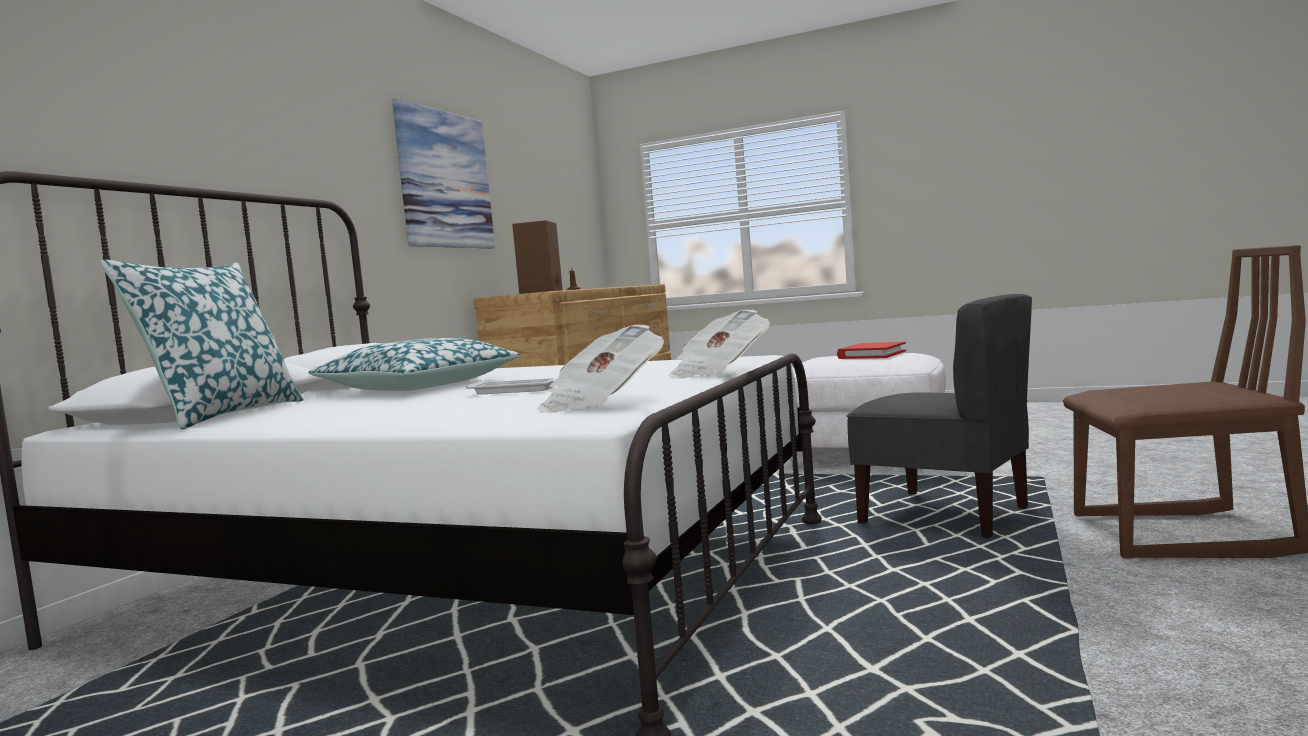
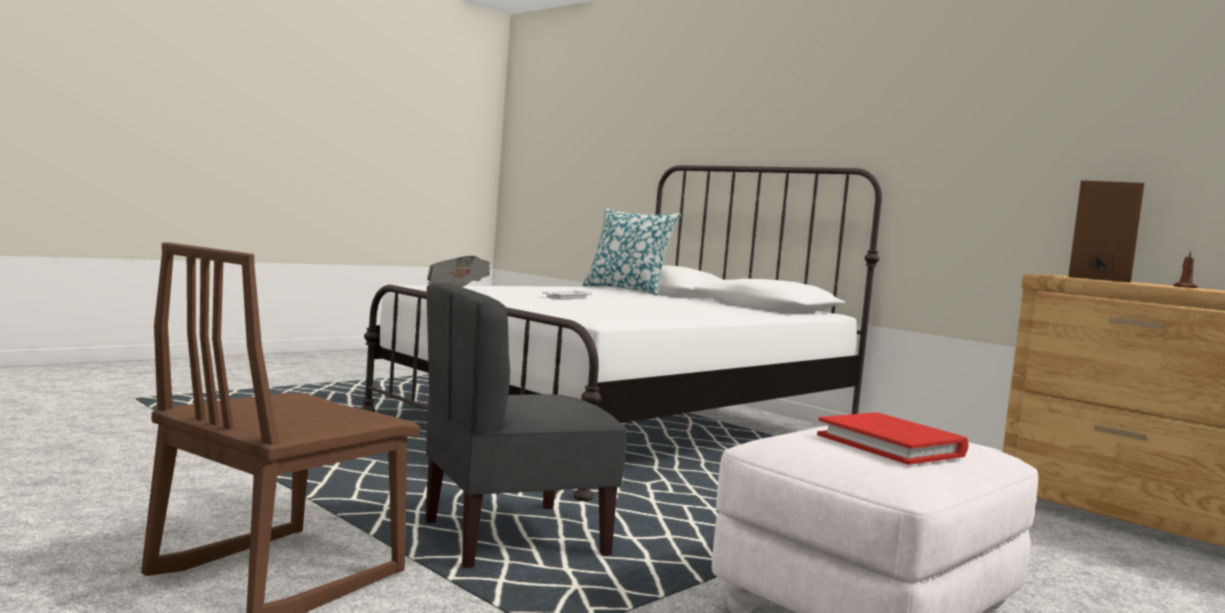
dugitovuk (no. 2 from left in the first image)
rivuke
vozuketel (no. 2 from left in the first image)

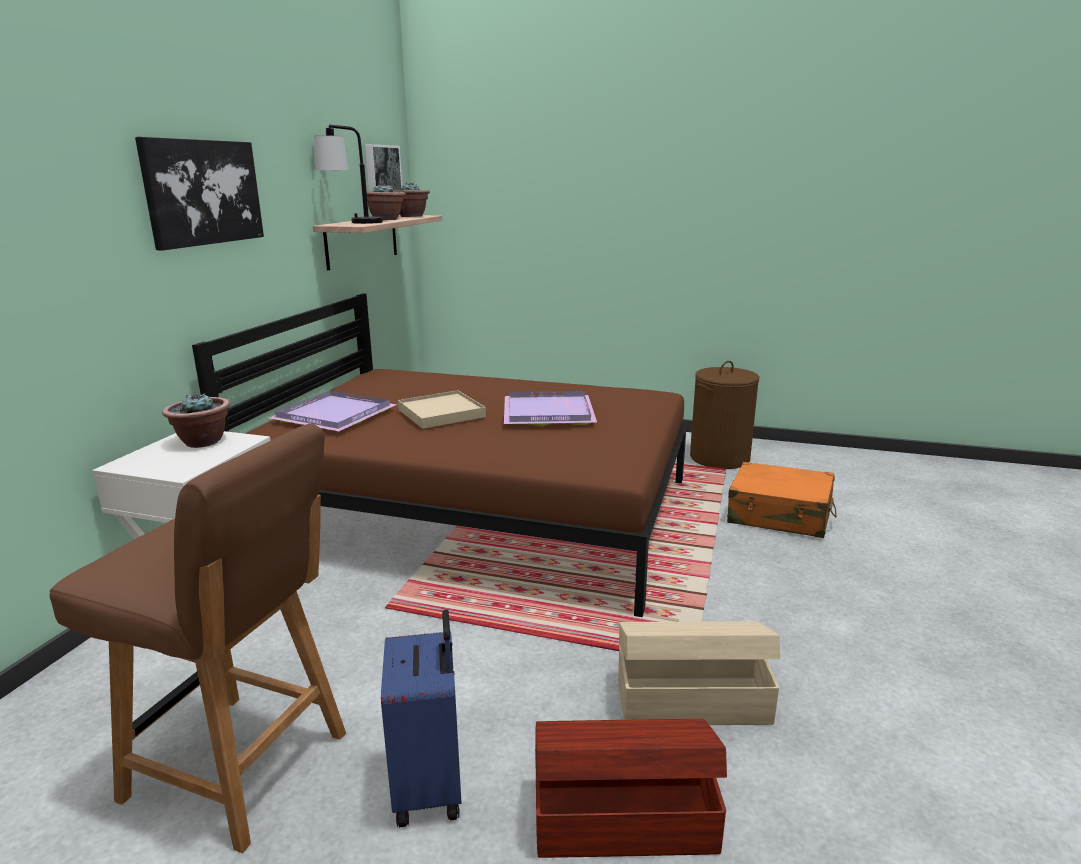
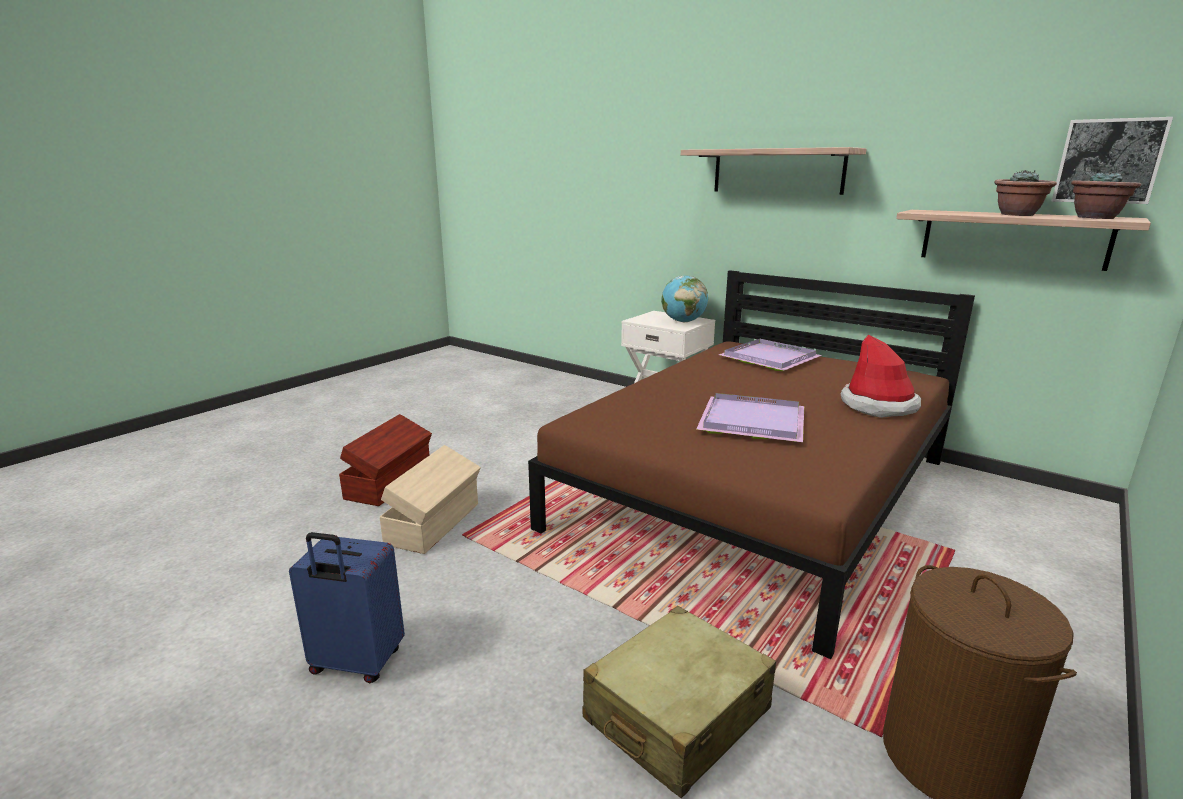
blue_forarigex
beige_forarigex
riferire
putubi (no. 1 from left)
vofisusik
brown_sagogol
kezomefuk
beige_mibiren

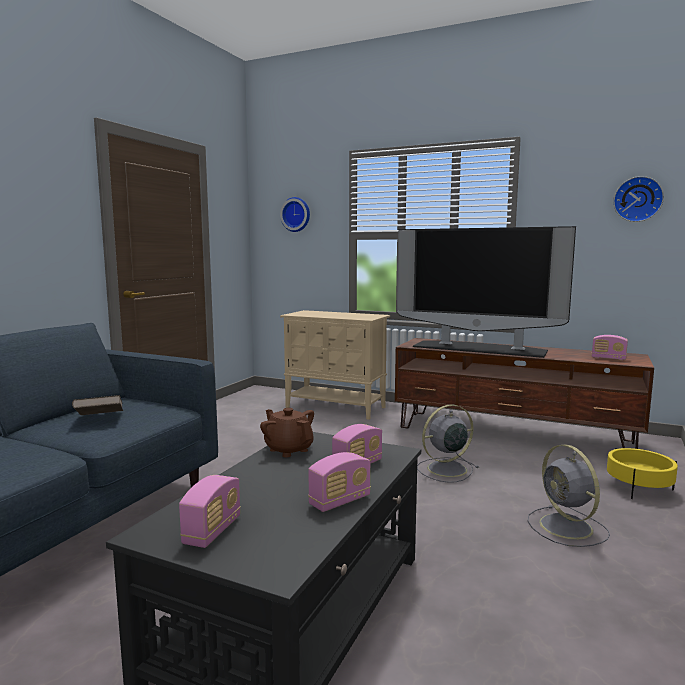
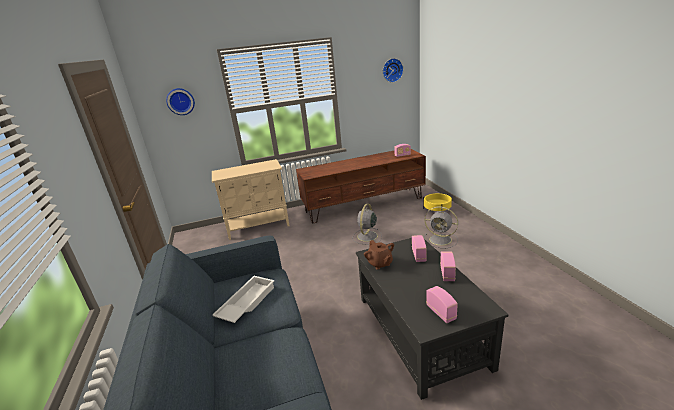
white_mibiren
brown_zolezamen
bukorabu

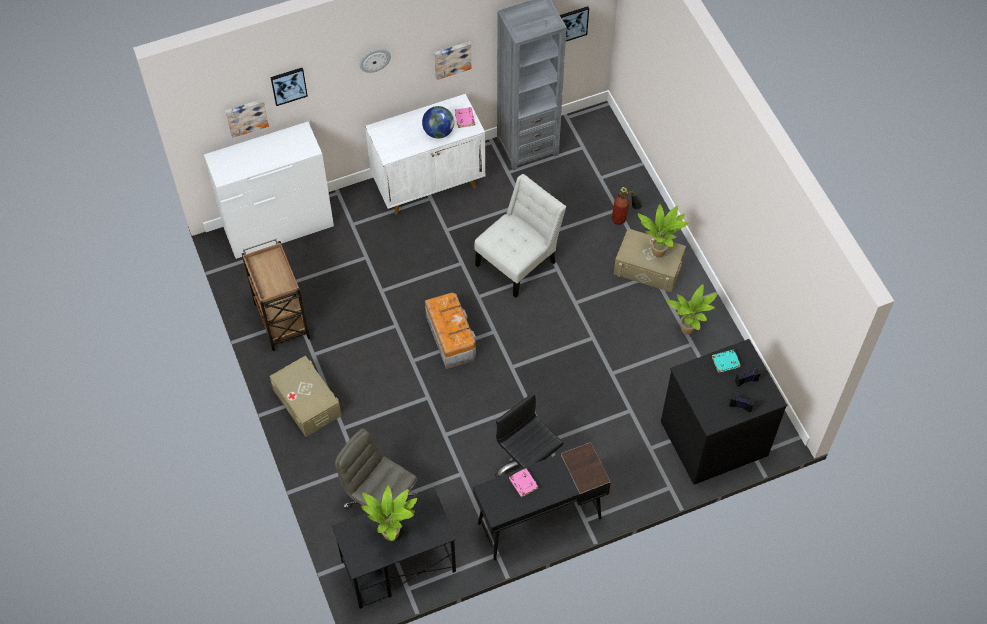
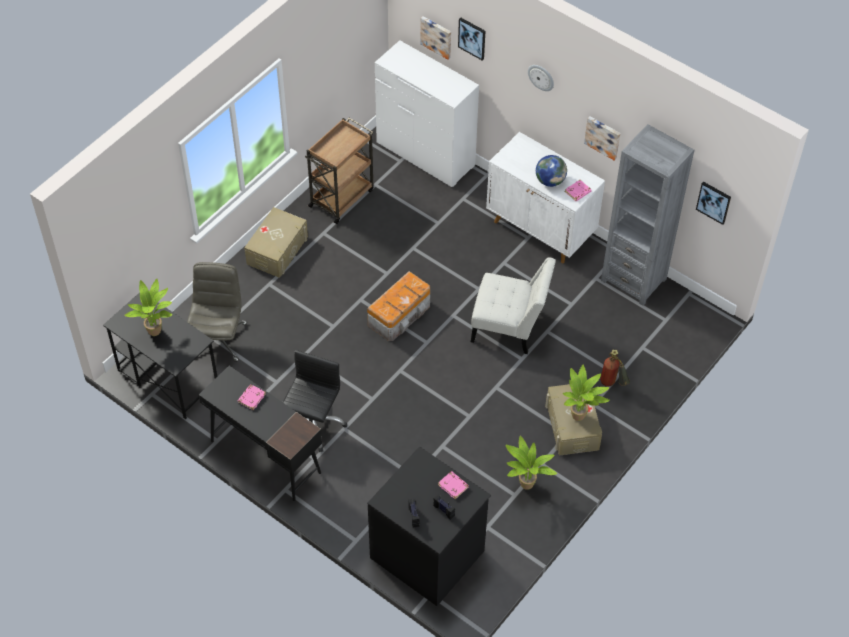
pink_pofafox (no. 2 from left)

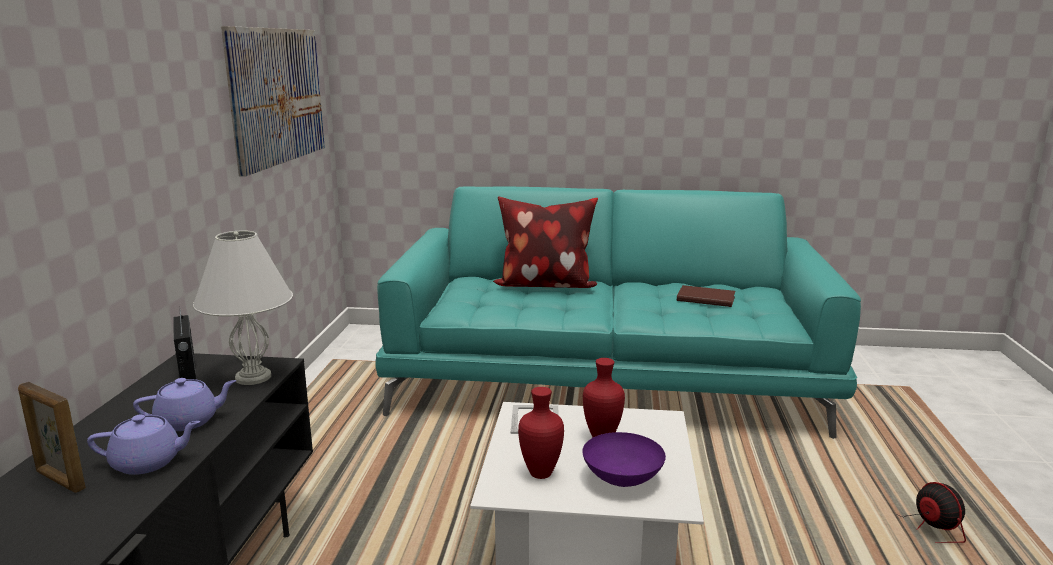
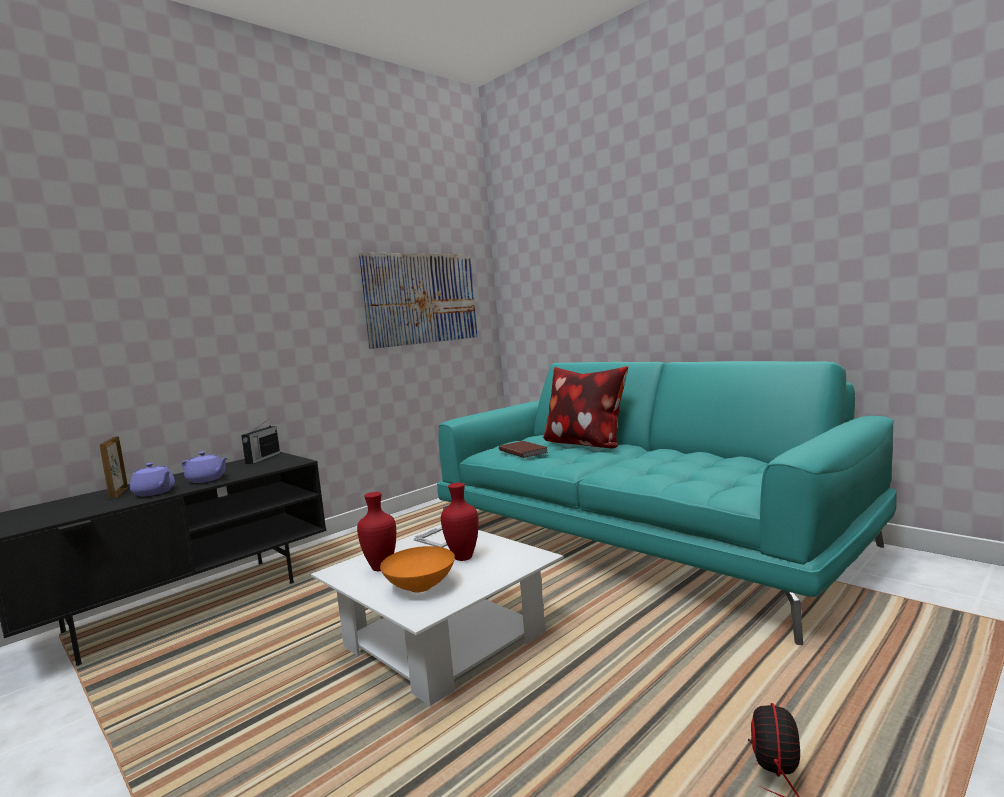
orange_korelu
brown_pofafox
white_kezomefuk

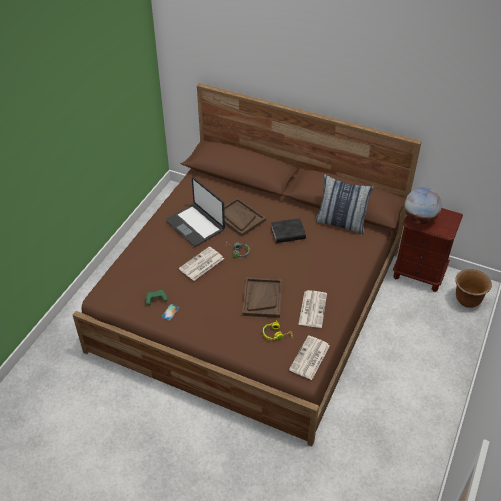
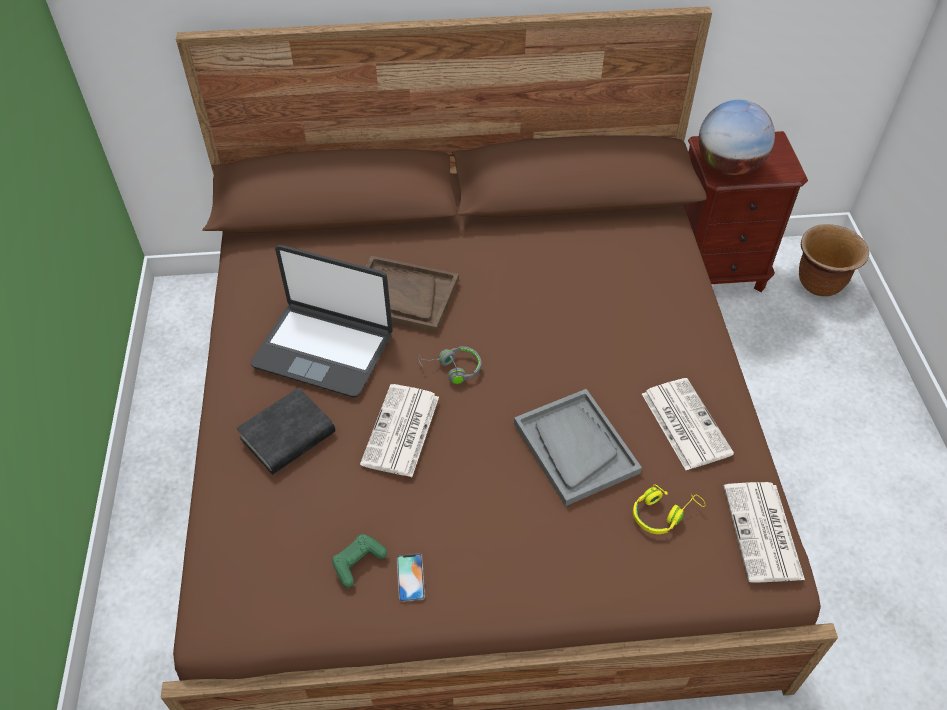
black_pofafox
grey_mibiren
dugitovuk

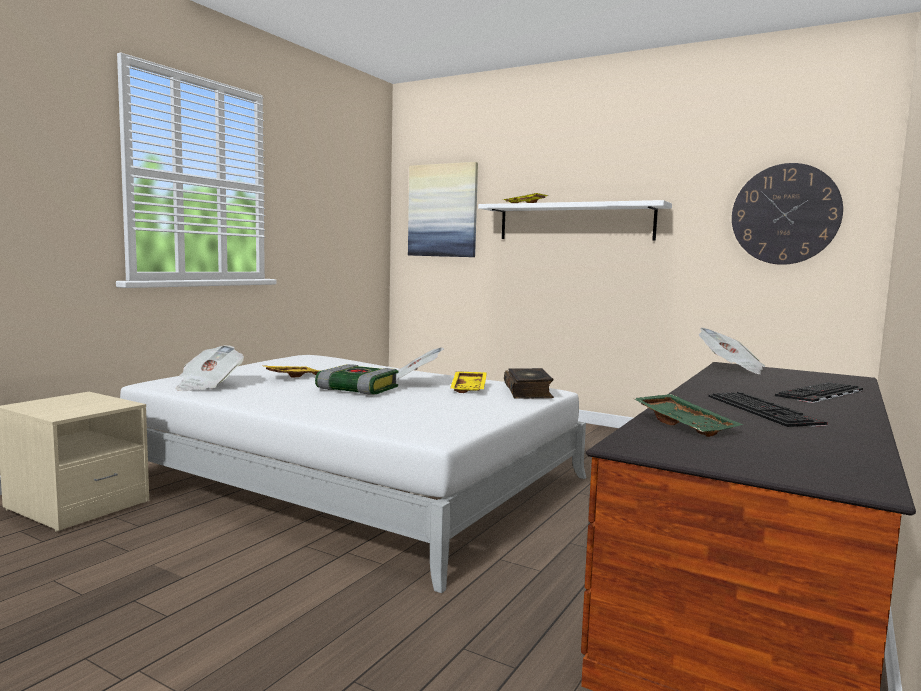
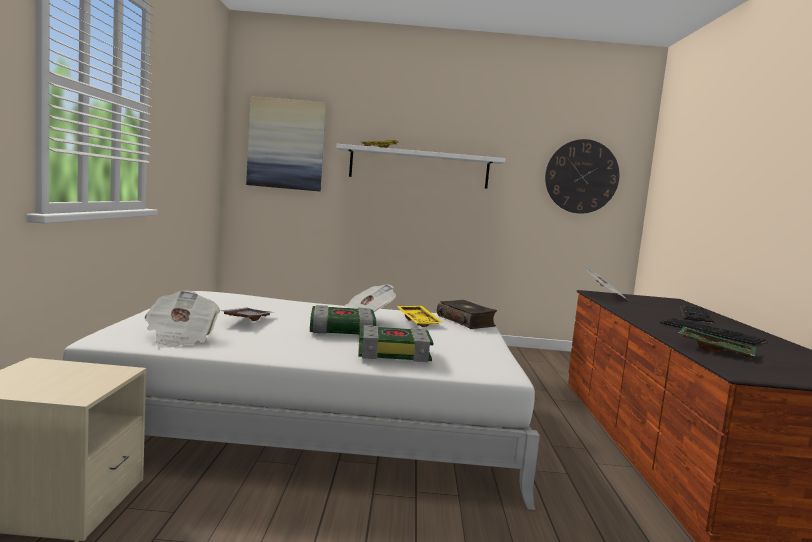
grey_mibiren
pofafox (no. 2 from left)

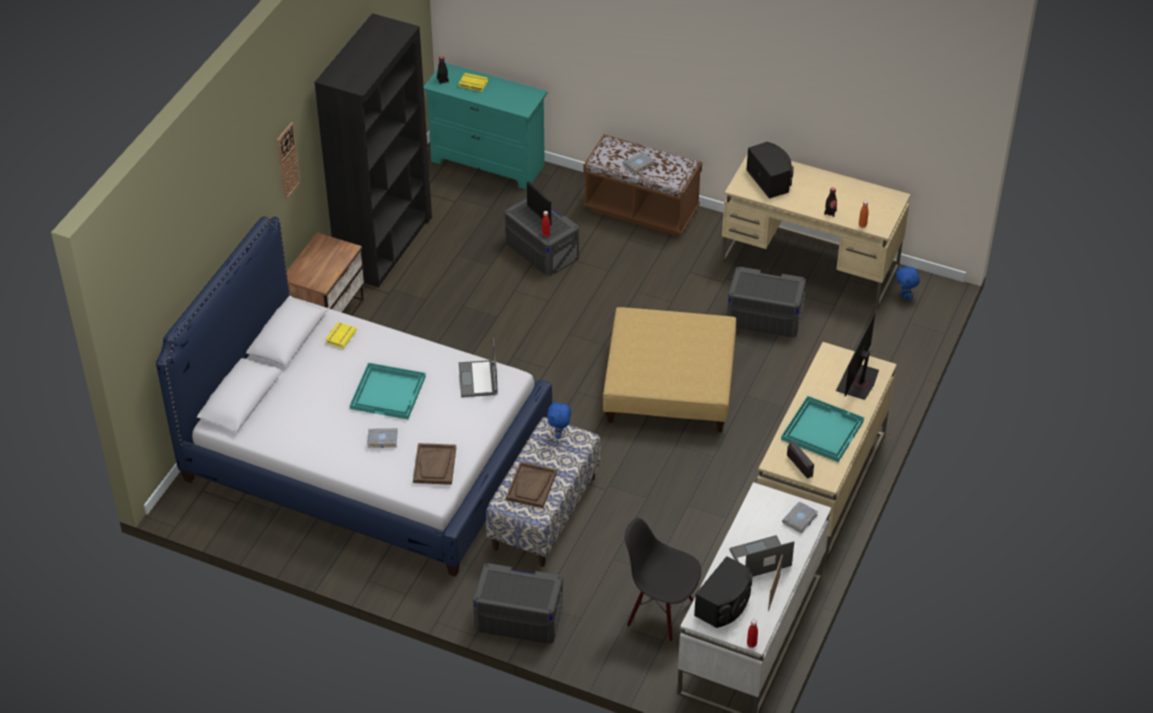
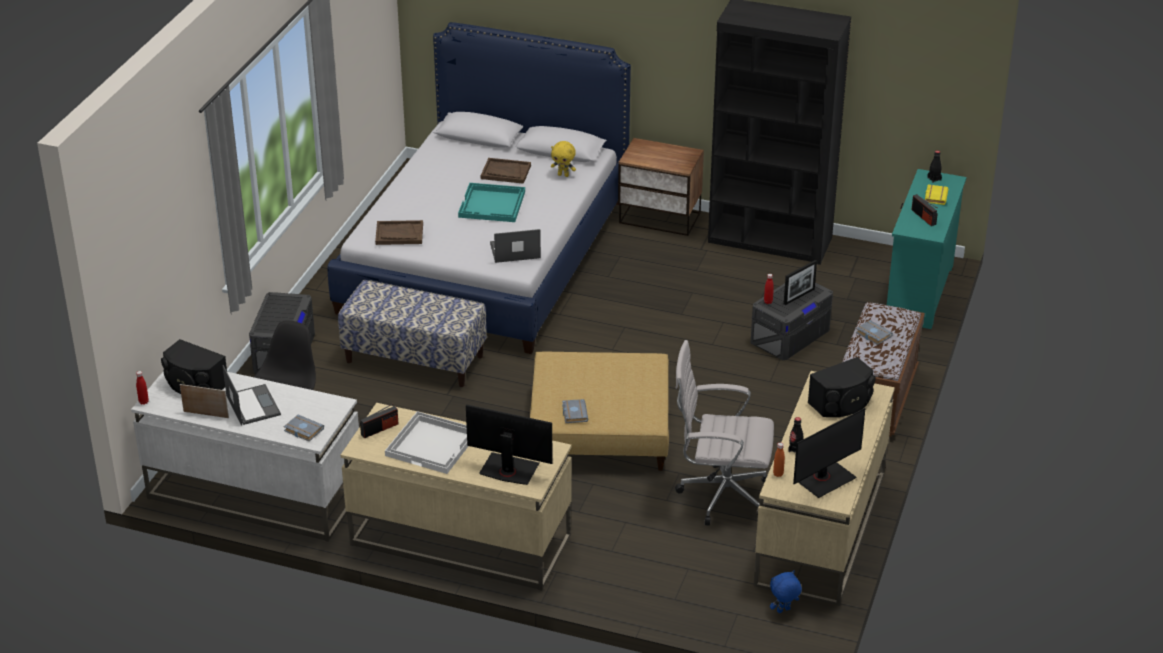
white_mibiren
brown_mibiren (no. 2 from left)
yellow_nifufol
grey_pofafox (no. 2 from left)
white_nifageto
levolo (no. 2 from left)
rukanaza (no. 2 from left)
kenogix
blue_nifufol (no. 1 from left in the first image)

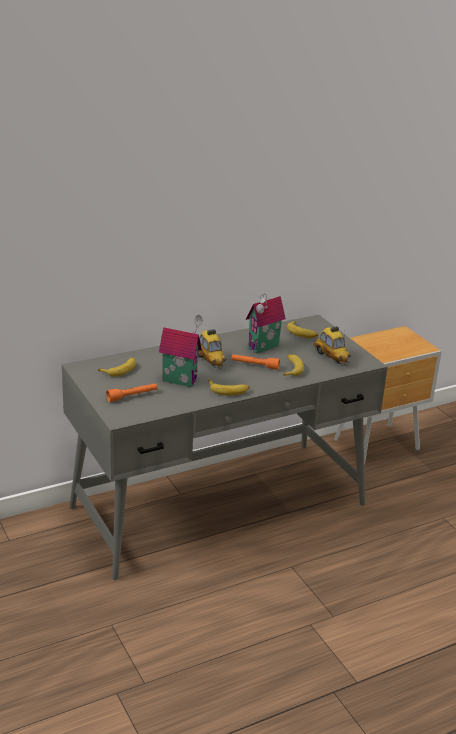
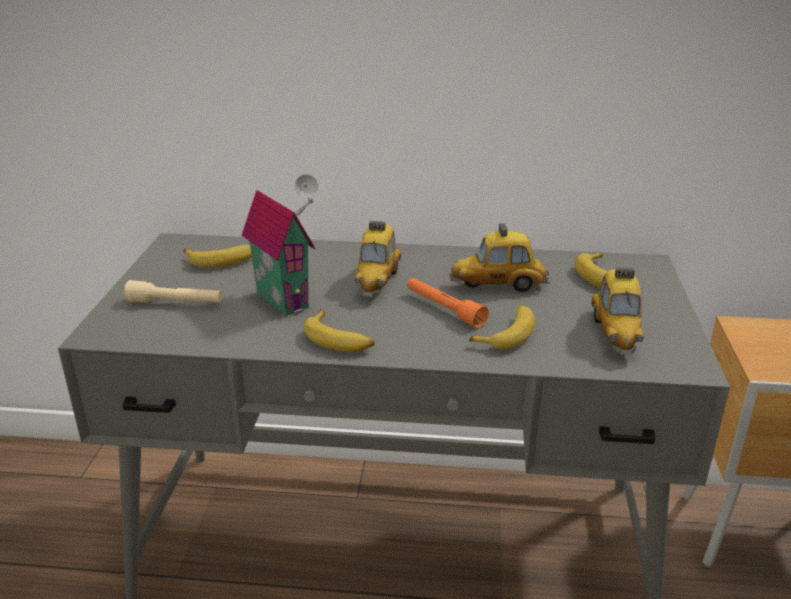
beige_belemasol
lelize (no. 2 from left)

